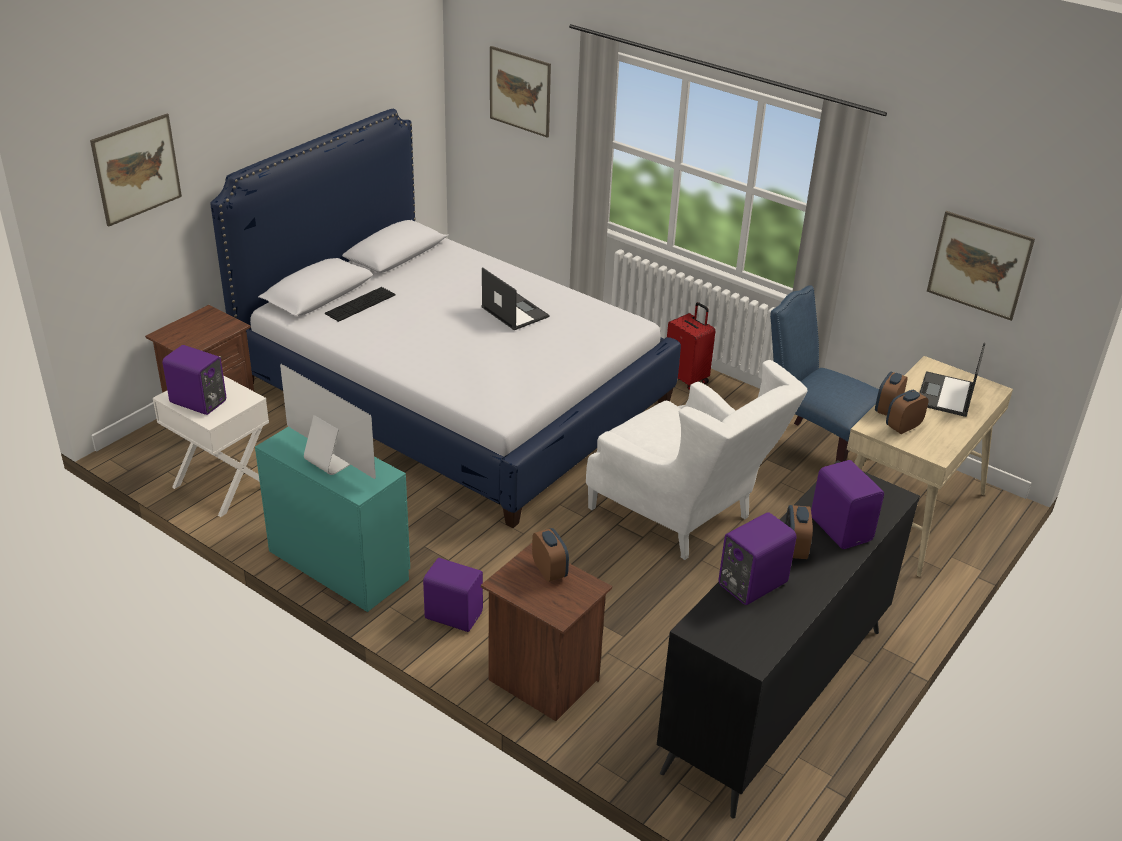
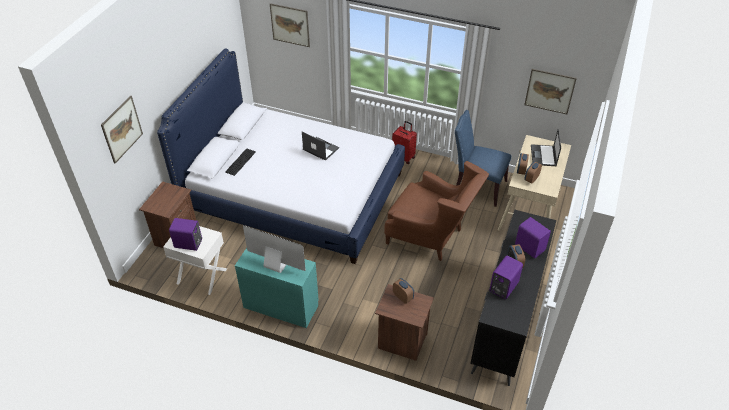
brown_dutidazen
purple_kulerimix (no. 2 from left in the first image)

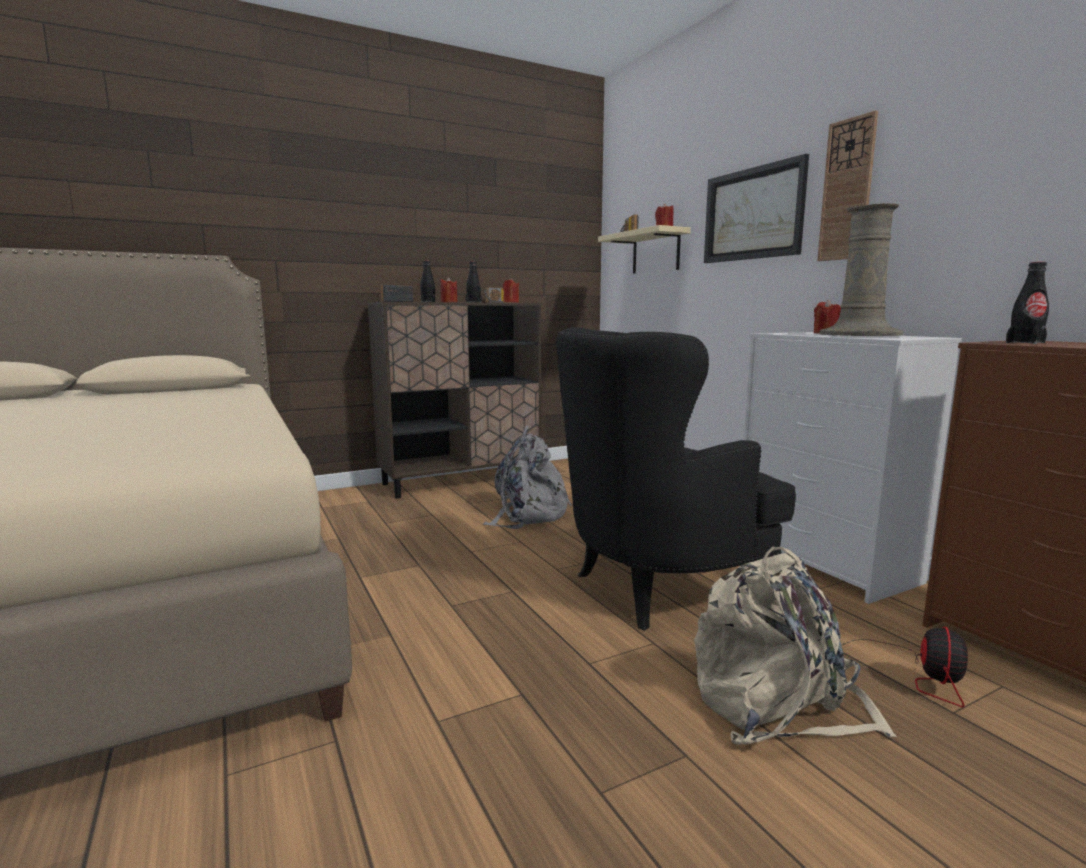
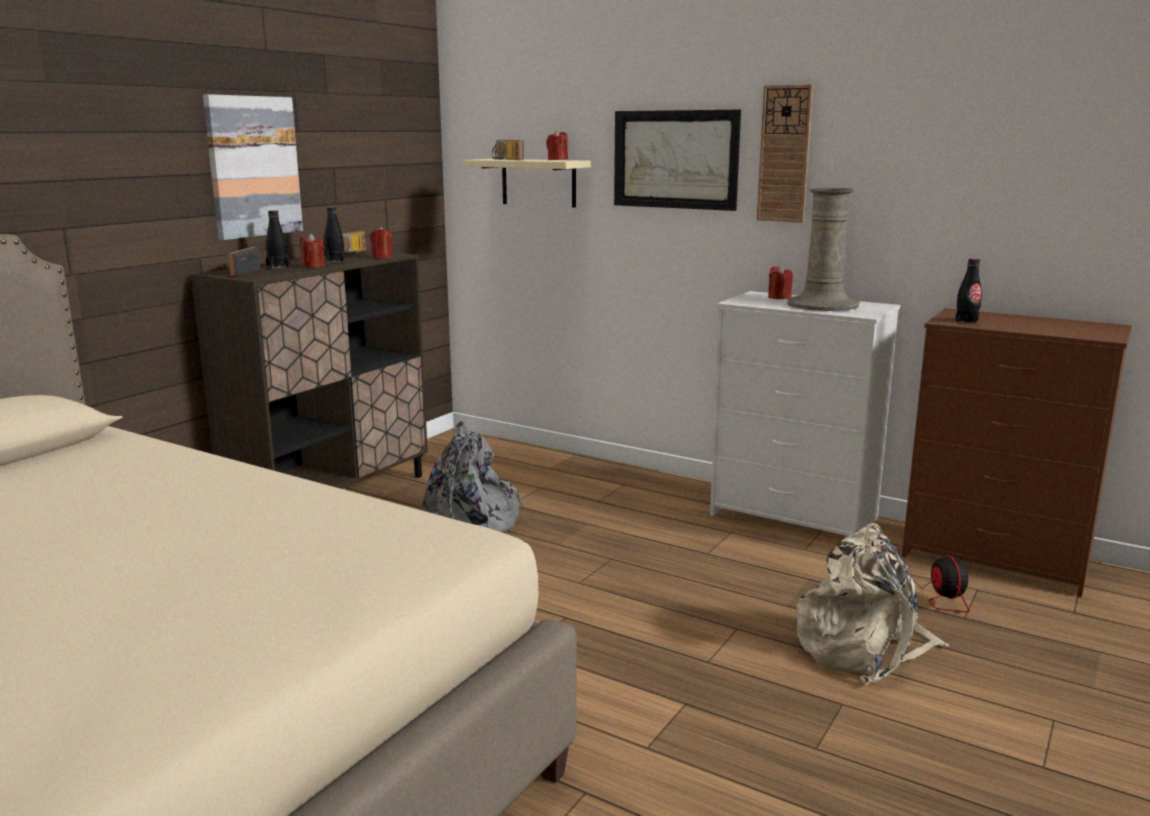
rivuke (no. 1 from left)
black_dutidazen

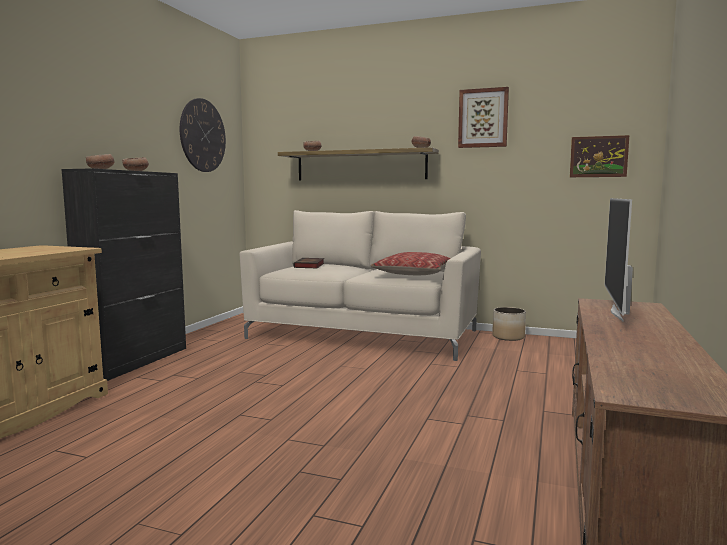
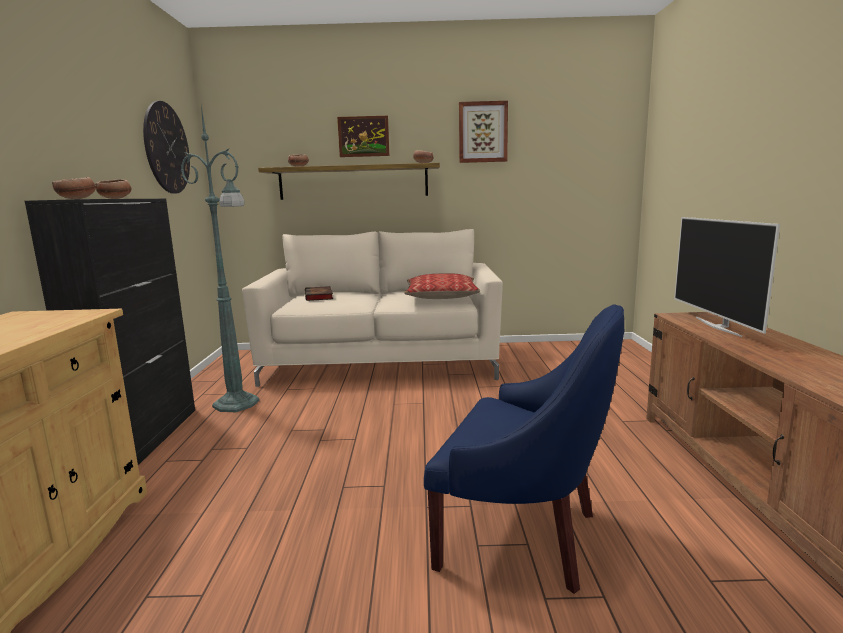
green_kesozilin
rivuke (no. 1 from left)
blue_dutidazen
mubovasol

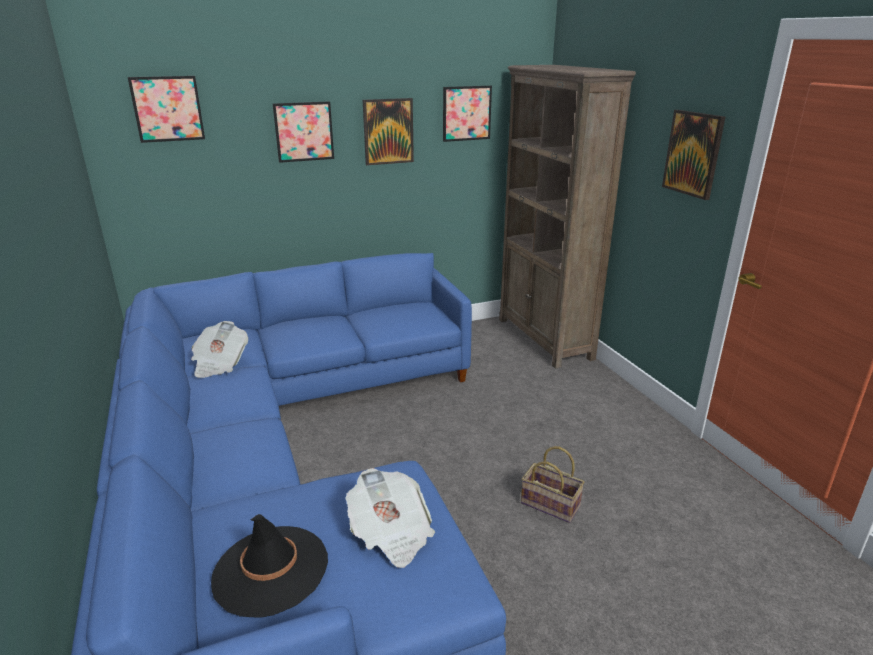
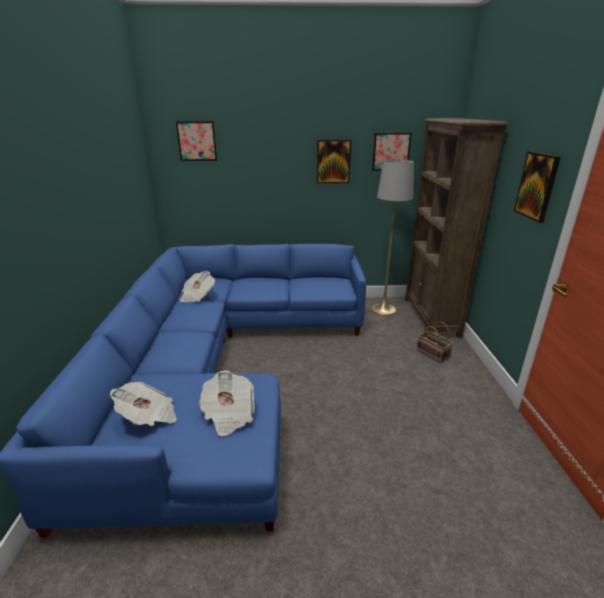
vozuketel (no. 1 from left)
grey_kesozilin
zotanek
rivuke (no. 2 from left in the first image)

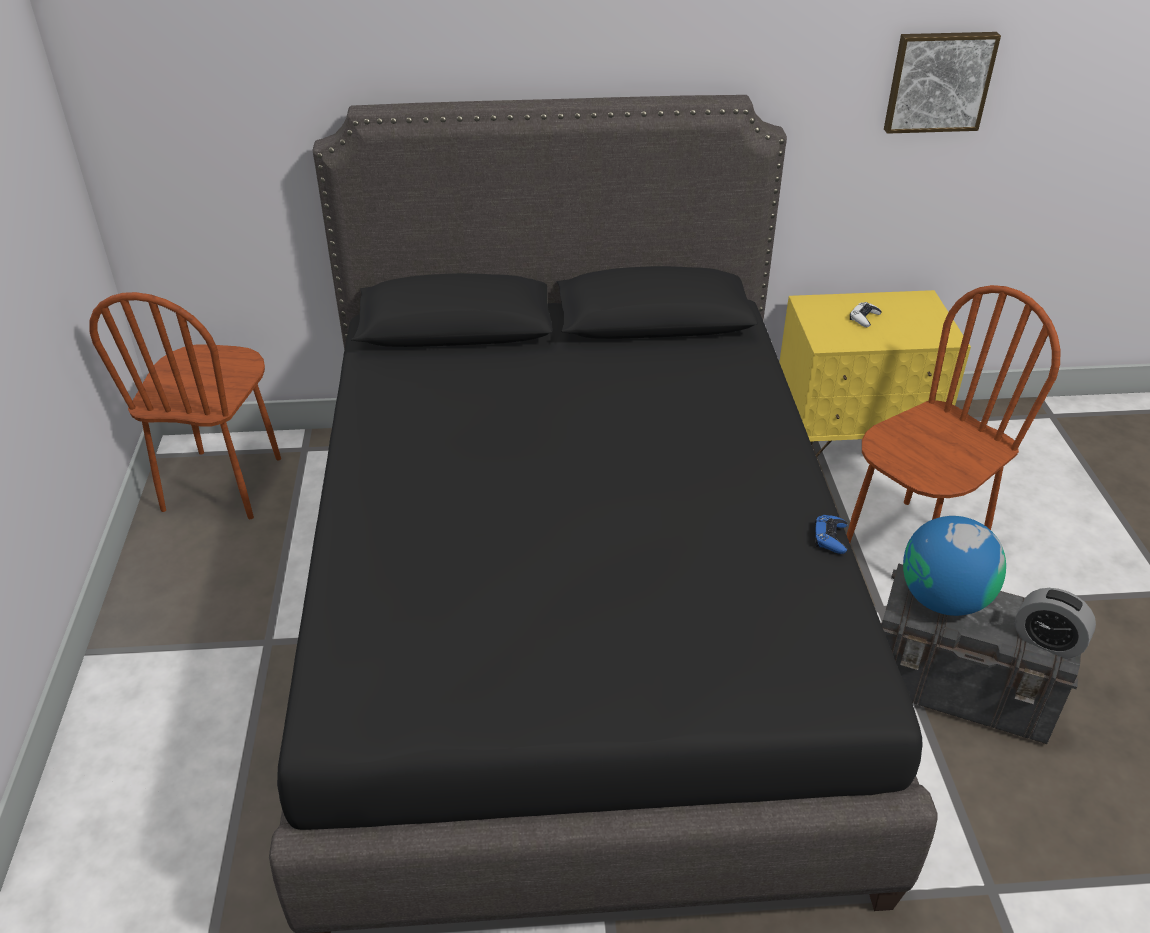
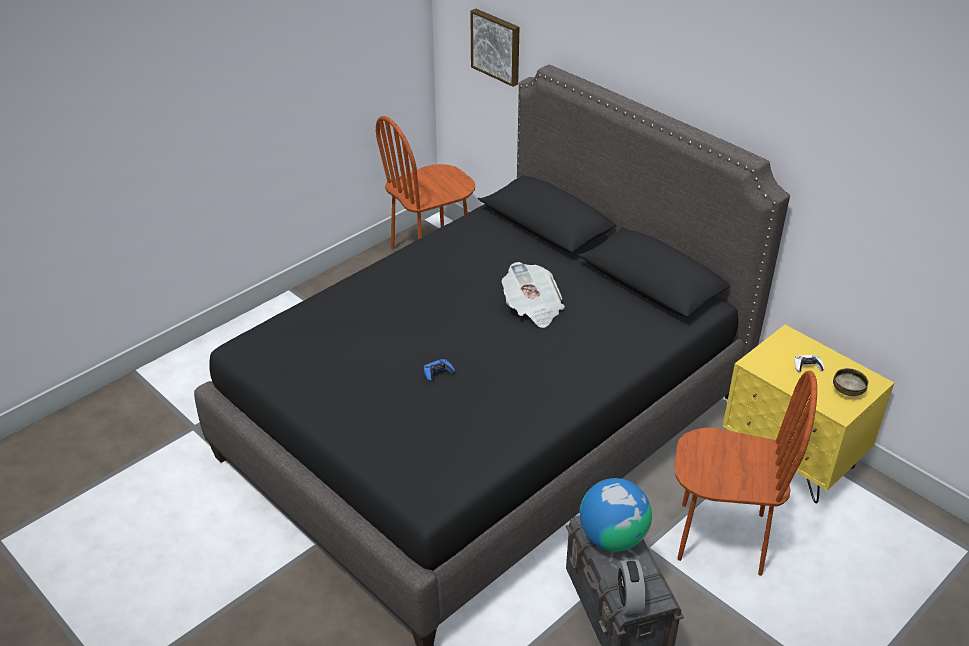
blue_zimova
rivuke
vozuketel
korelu

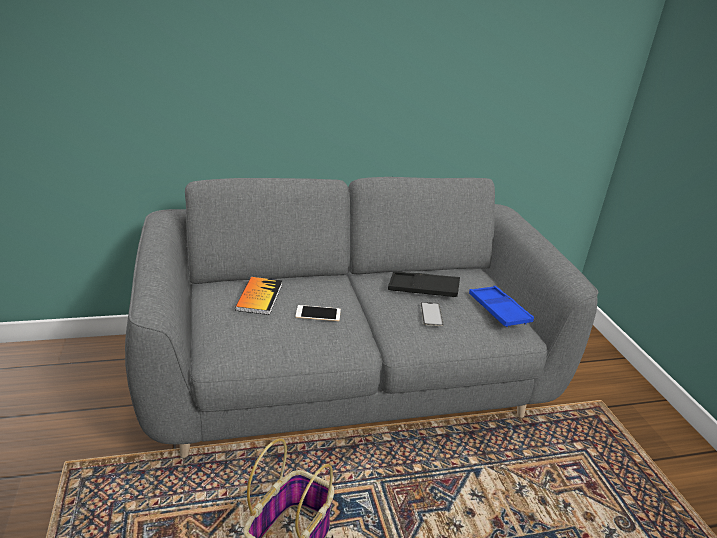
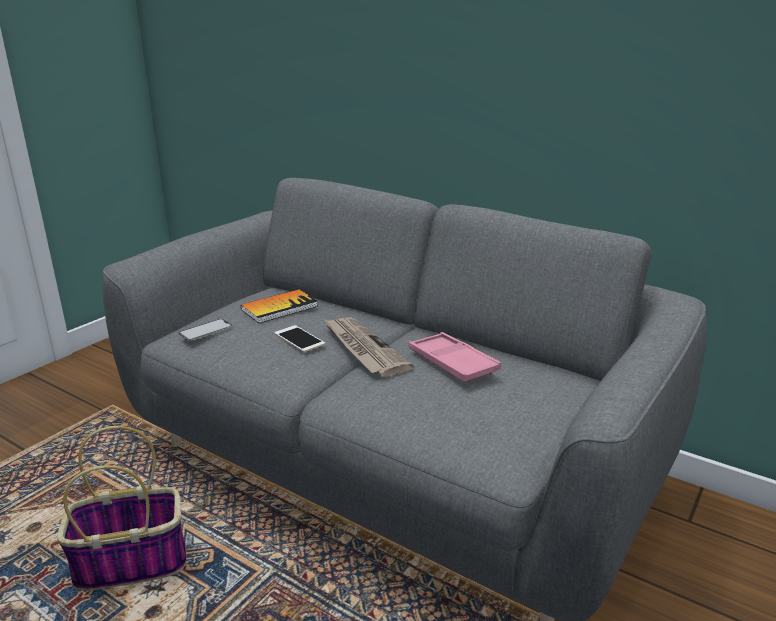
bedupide (no. 1 from left)
vozuketel
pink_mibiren
blue_mibiren

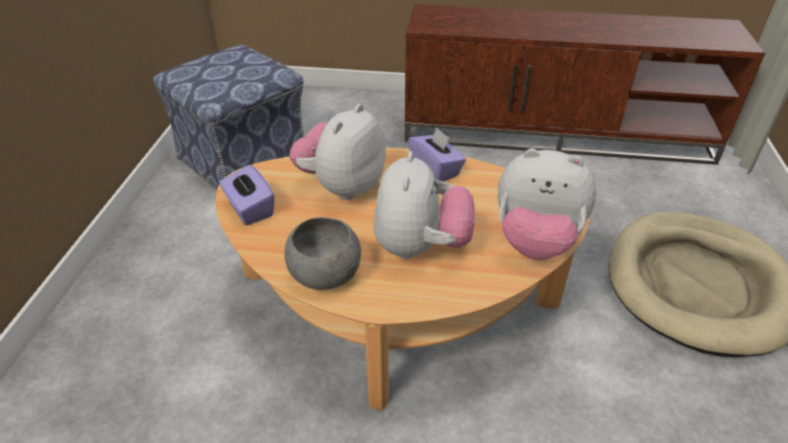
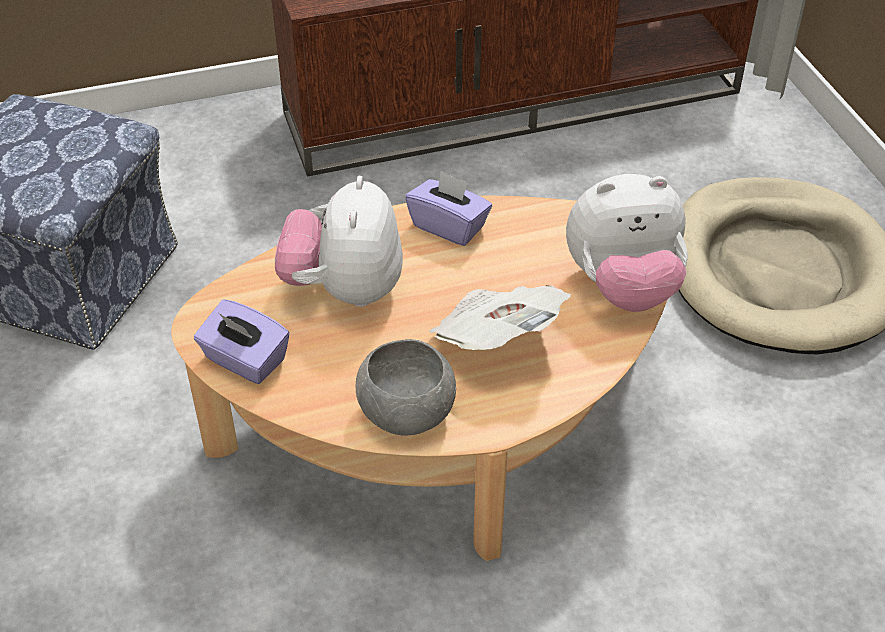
vozuketel

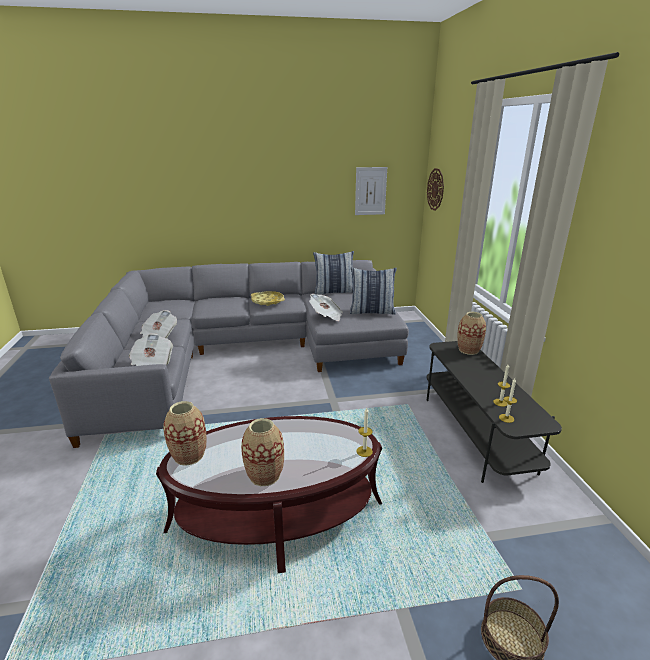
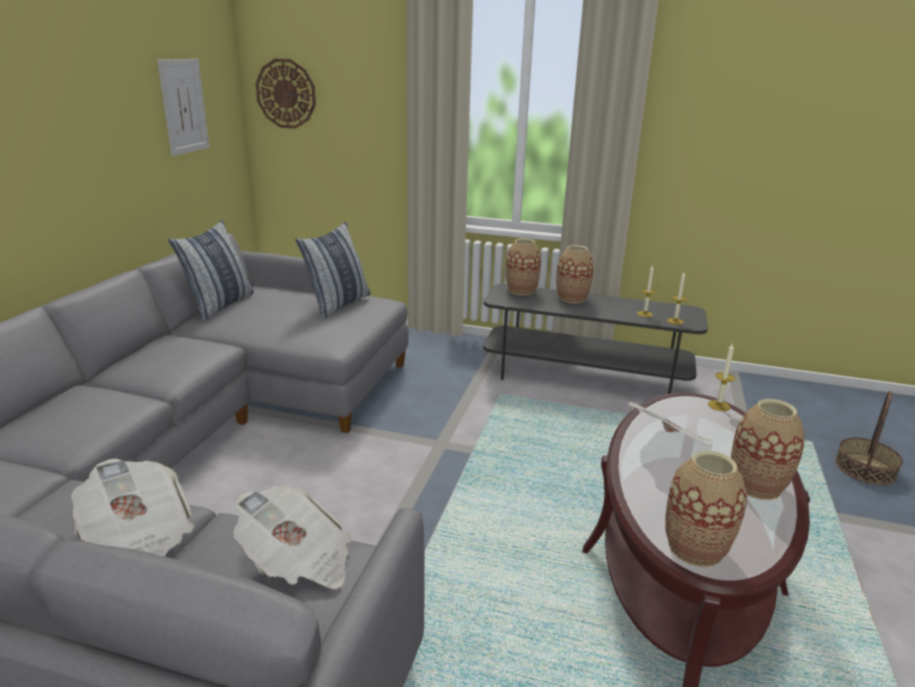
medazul (no. 2 from left)
vozuketel (no. 3 from left)
yellow_mibiren

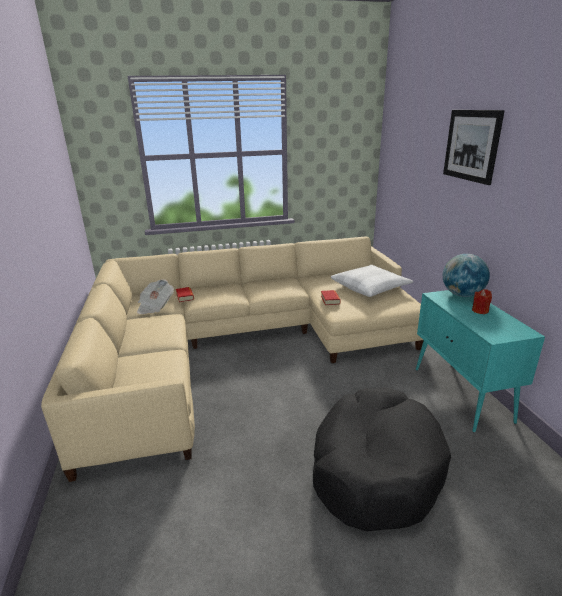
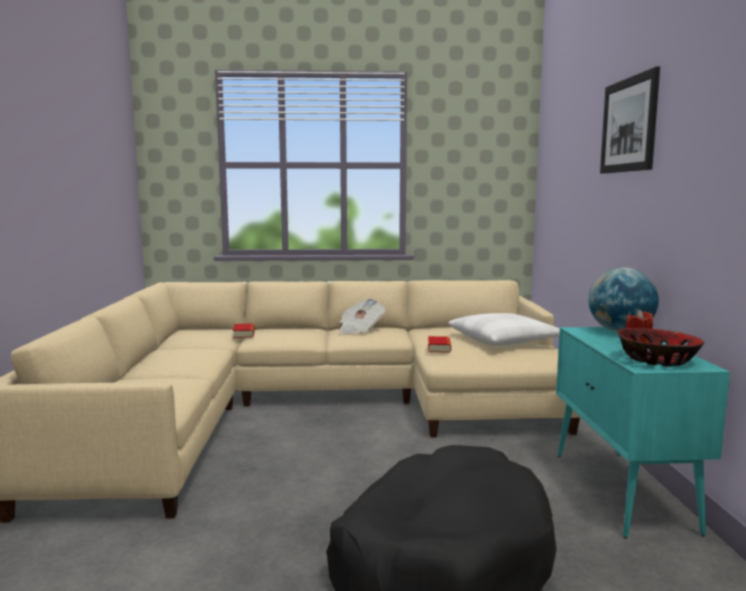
vozuketel
korelu

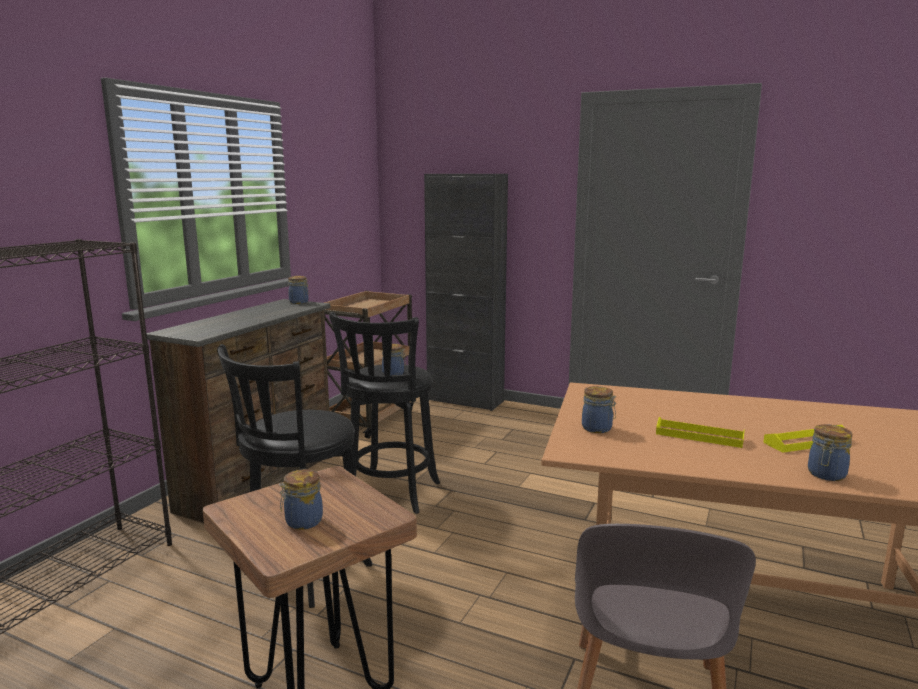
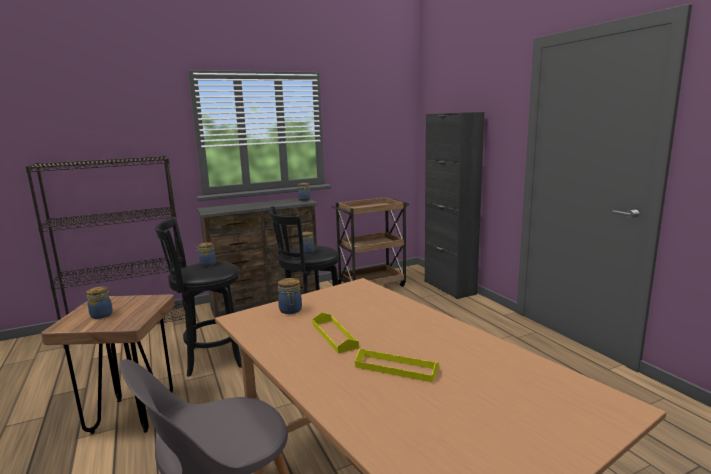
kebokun (no. 2 from left)

